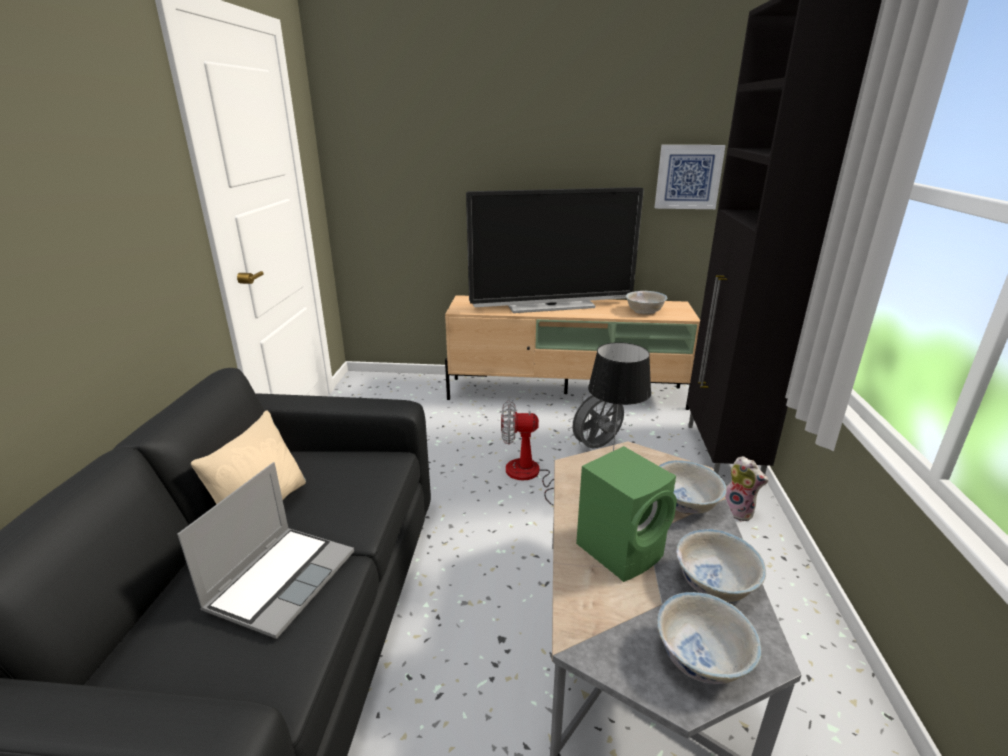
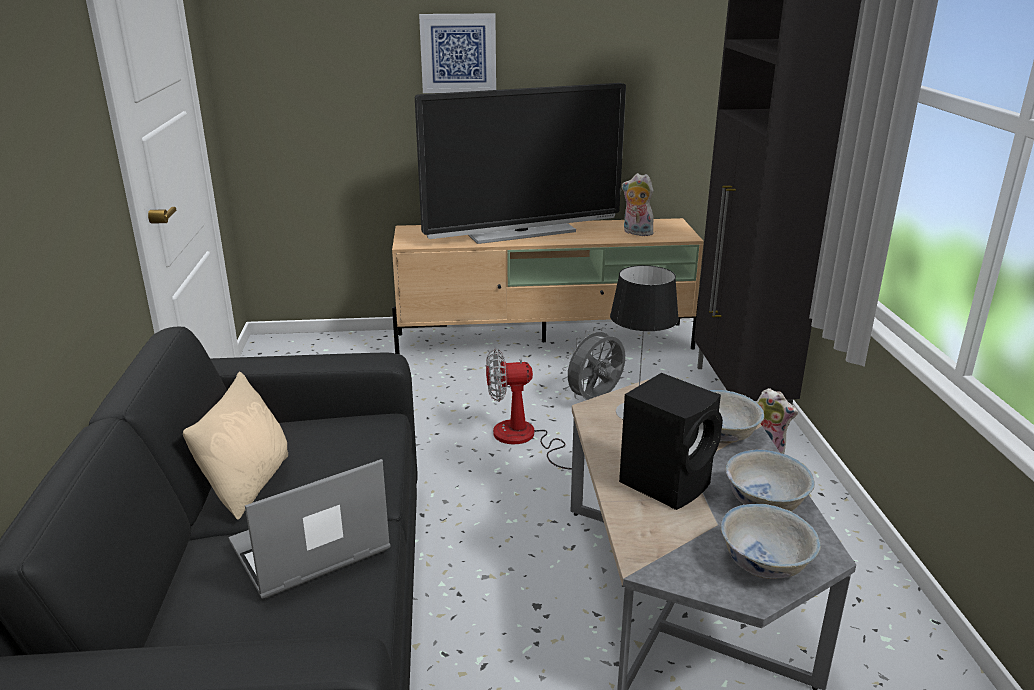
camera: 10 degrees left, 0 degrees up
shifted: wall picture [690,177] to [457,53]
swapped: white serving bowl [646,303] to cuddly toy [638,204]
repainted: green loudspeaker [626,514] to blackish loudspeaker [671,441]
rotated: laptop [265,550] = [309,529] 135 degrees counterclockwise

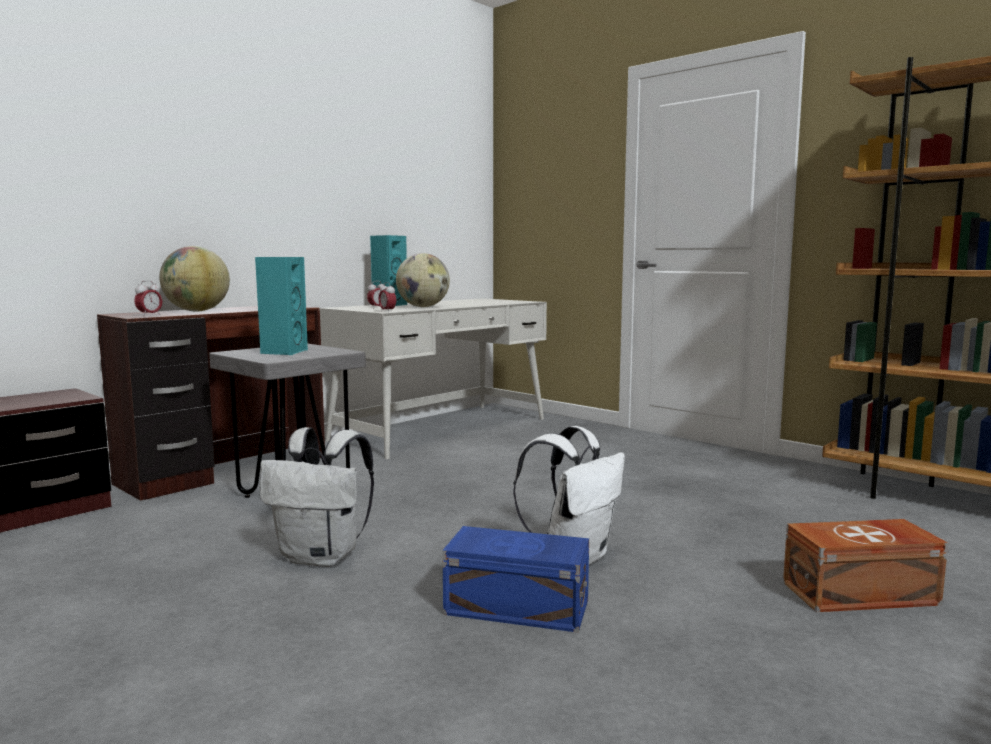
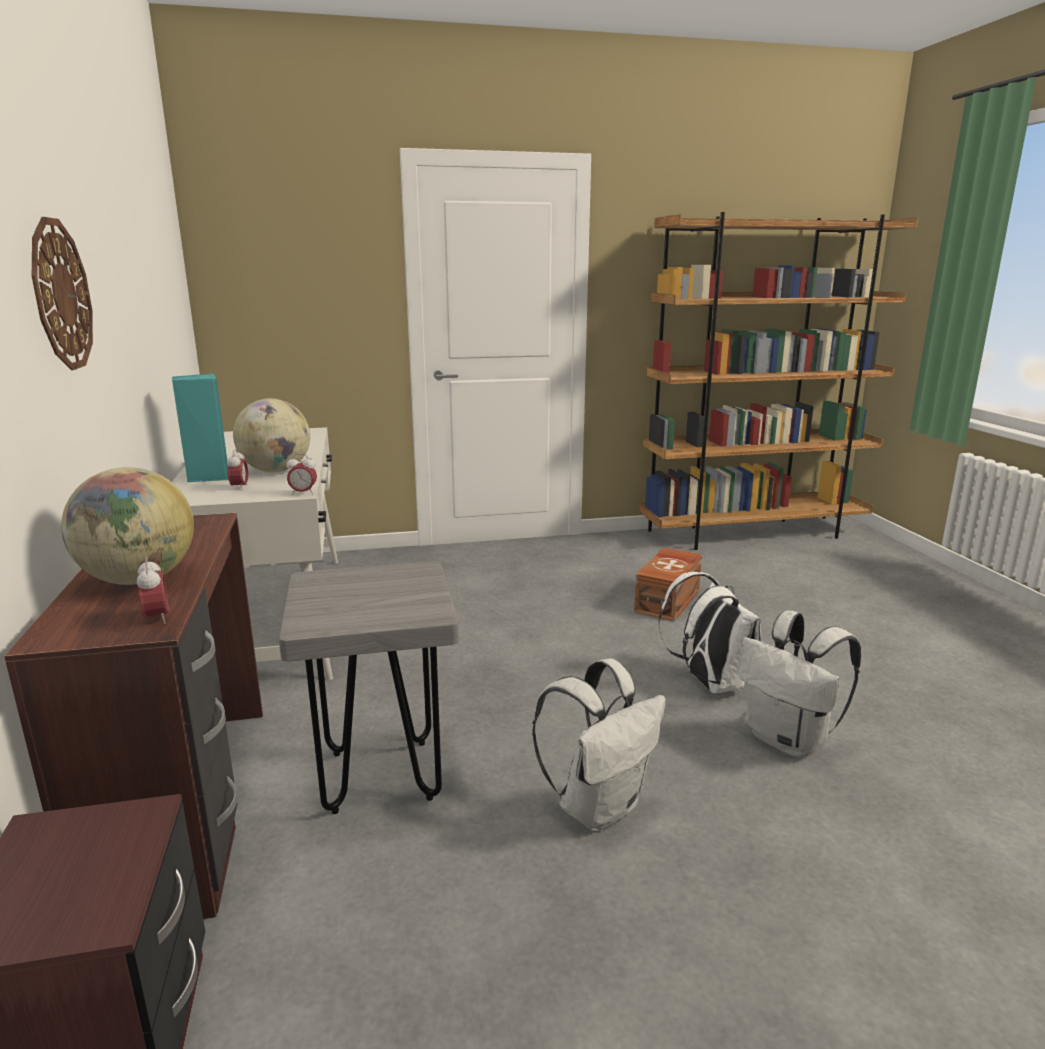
camera: 55 degrees left, 10 degrees up
gone: turquoise loudspeaker [281,306]
new: hanging clock [62,293]
shifted: brown storage container [865,565] to [668,584]
swapped: blue storage container [515,579] to white knapsack [799,684]

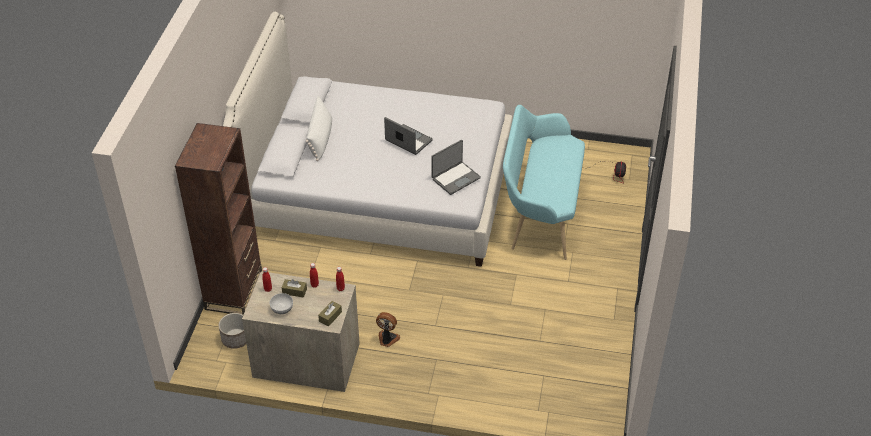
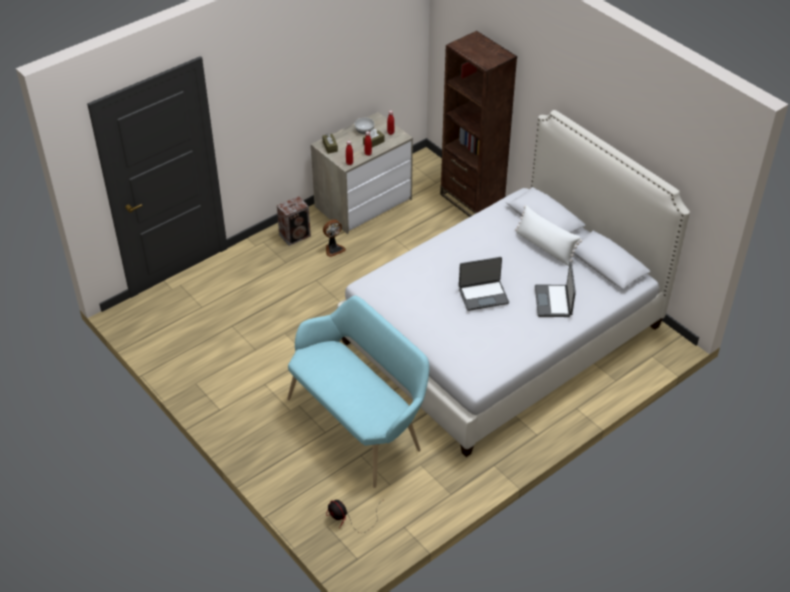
camera: 130 degrees right, 0 degrees up
gone: flower pot [232,331]
new: loudspeaker [294,221]
shifted: laptop [456,167] to [555,289]

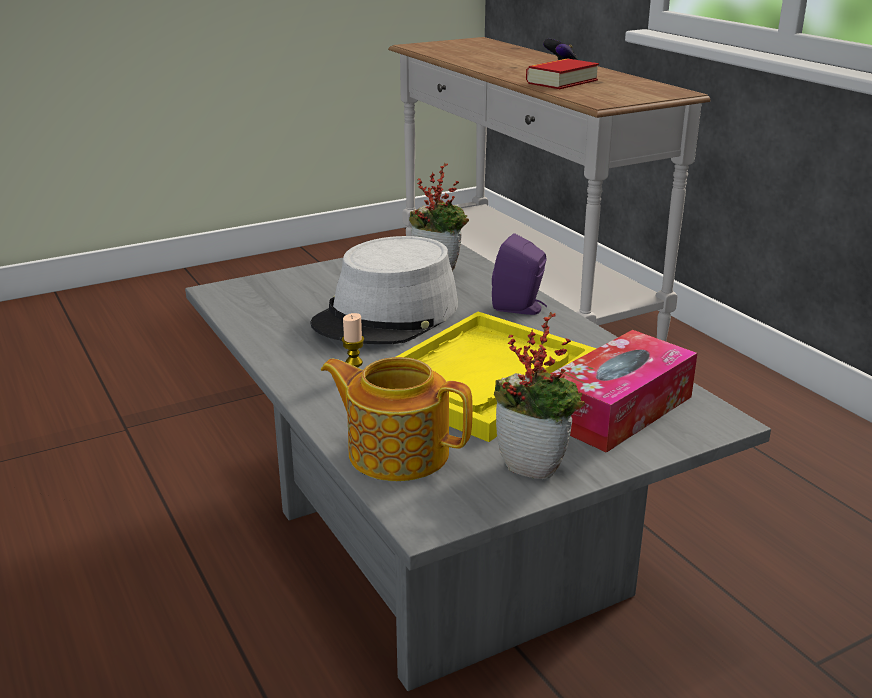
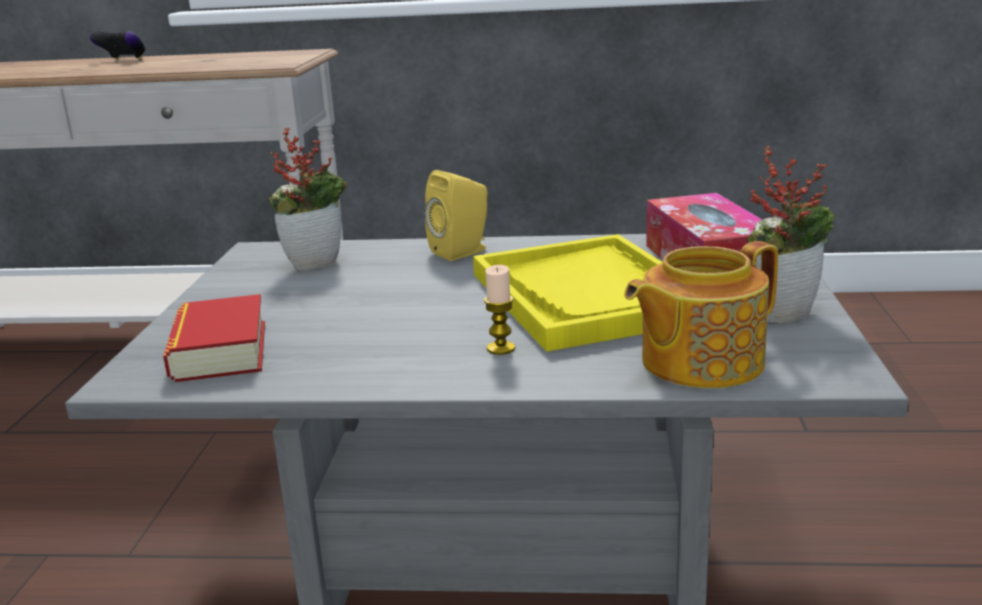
camera: 55 degrees left, 5 degrees down
gone: grey hat [384,290]
shifted: book [562,73] to [214,338]
repainted: purple-coloured loudspeaker [519,274] to yellow-coloured loudspeaker [456,215]

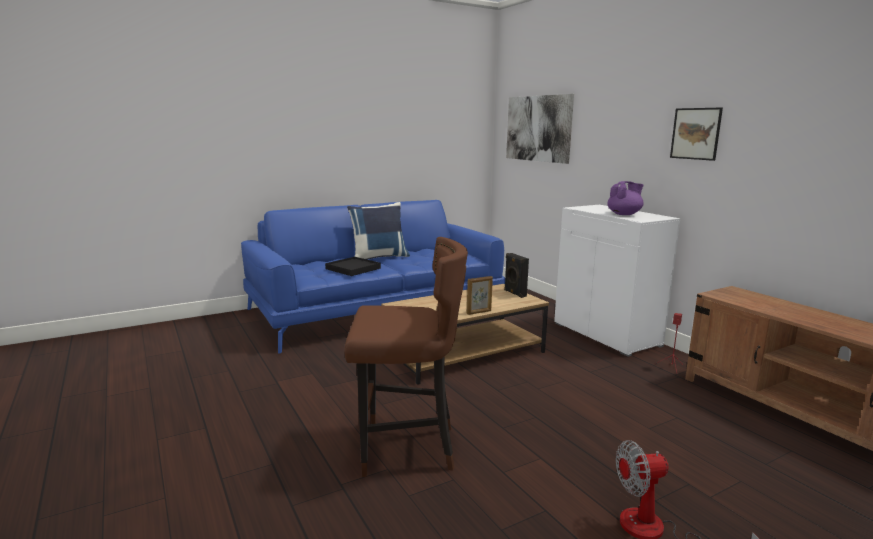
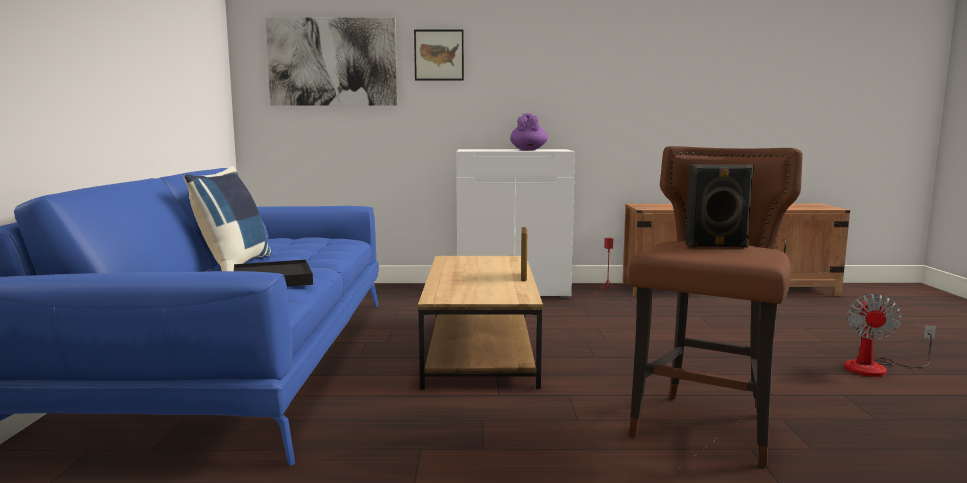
camera: 60 degrees left, 5 degrees down
shifted: wall picture [696,134] to [439,55]; blackish loudspeaker [516,275] to [719,206]

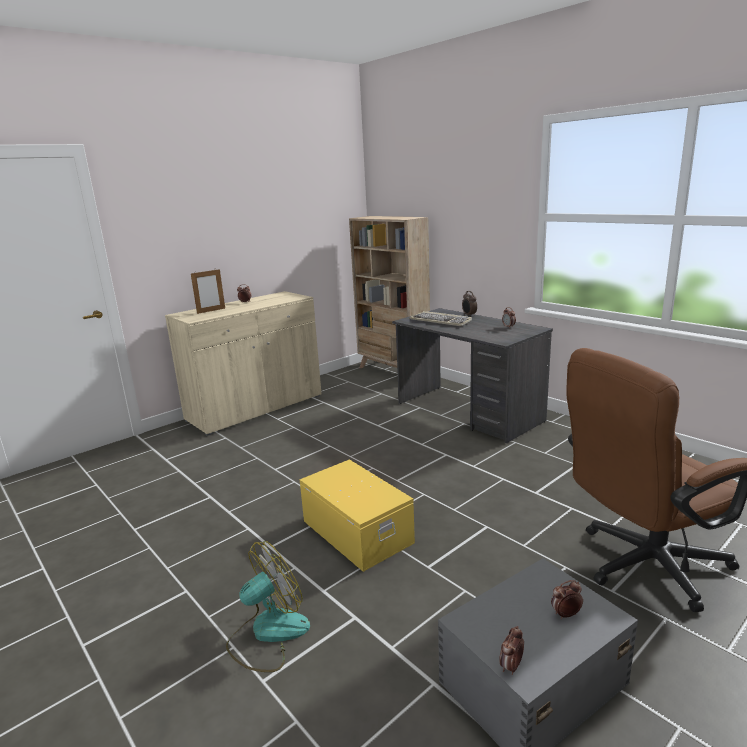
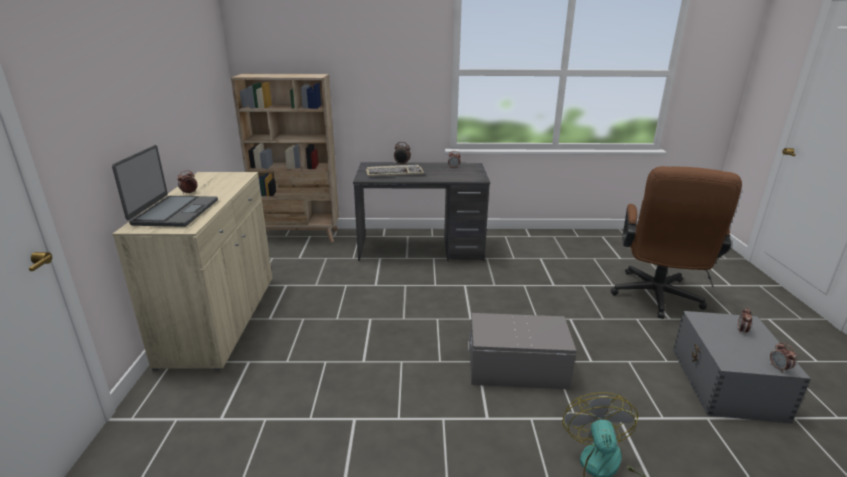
camera: 50 degrees left, 5 degrees up
swapped: picture frame [208,291] to laptop [165,186]
repainted: yellow-coloured storage container [357,515] to grey storage container [522,351]

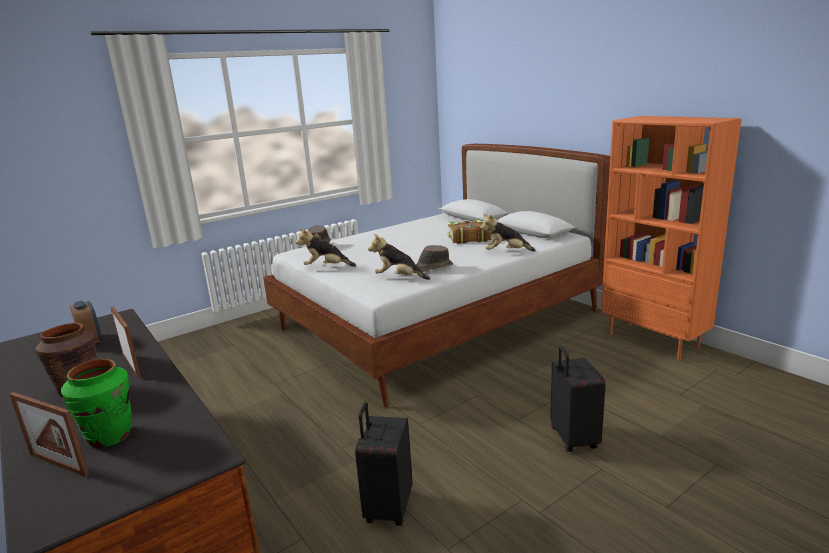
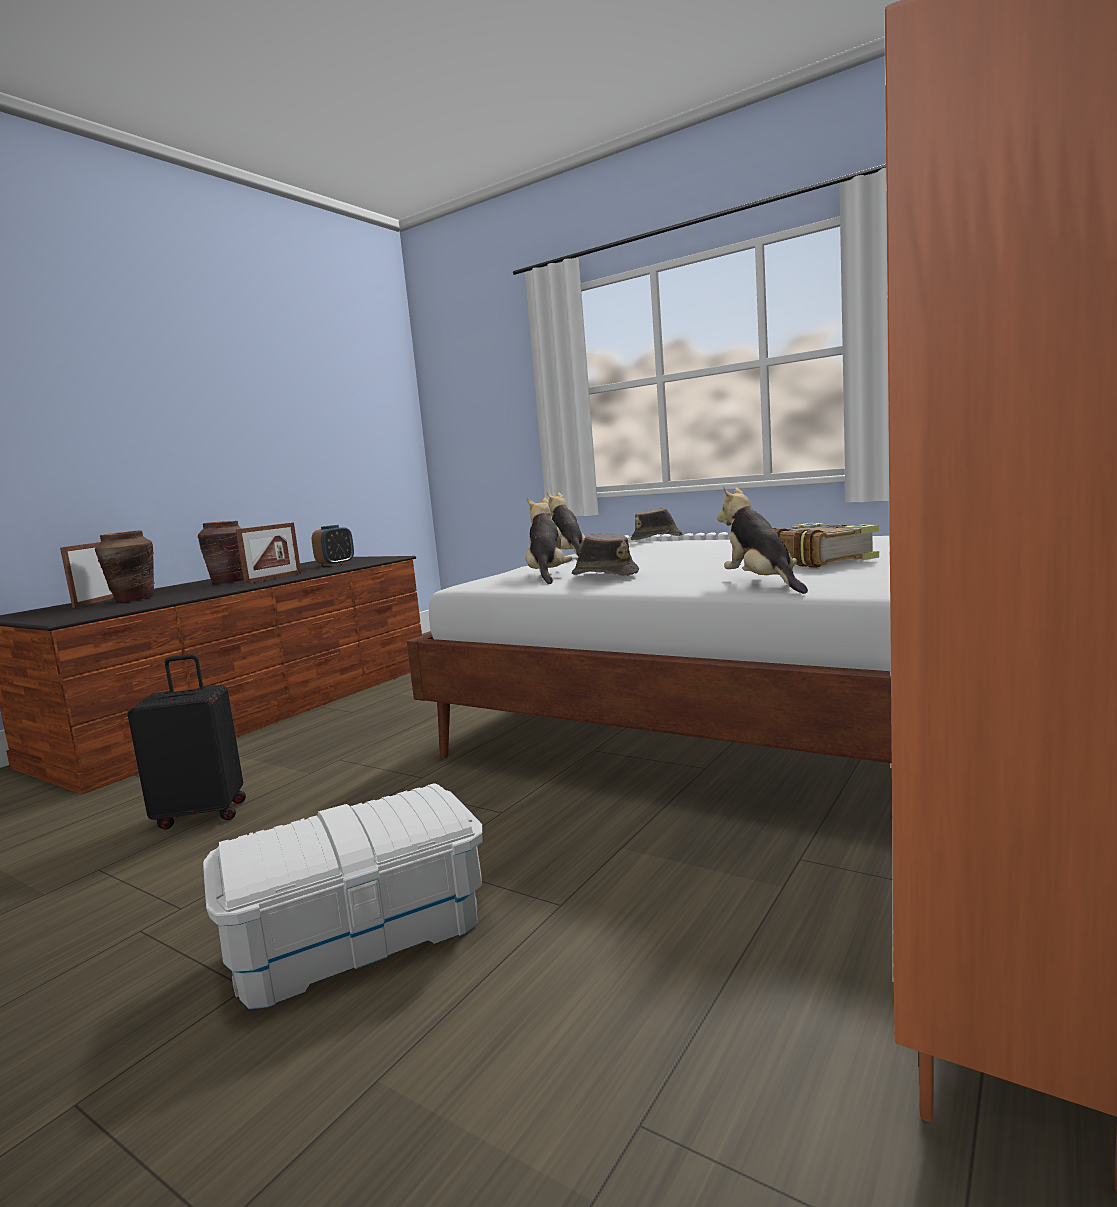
camera: 70 degrees right, 10 degrees down
swapped: blackish travel case [578,399] to white storage container [343,896]
repainted: green decorative vase [96,403] to brown decorative vase [124,566]

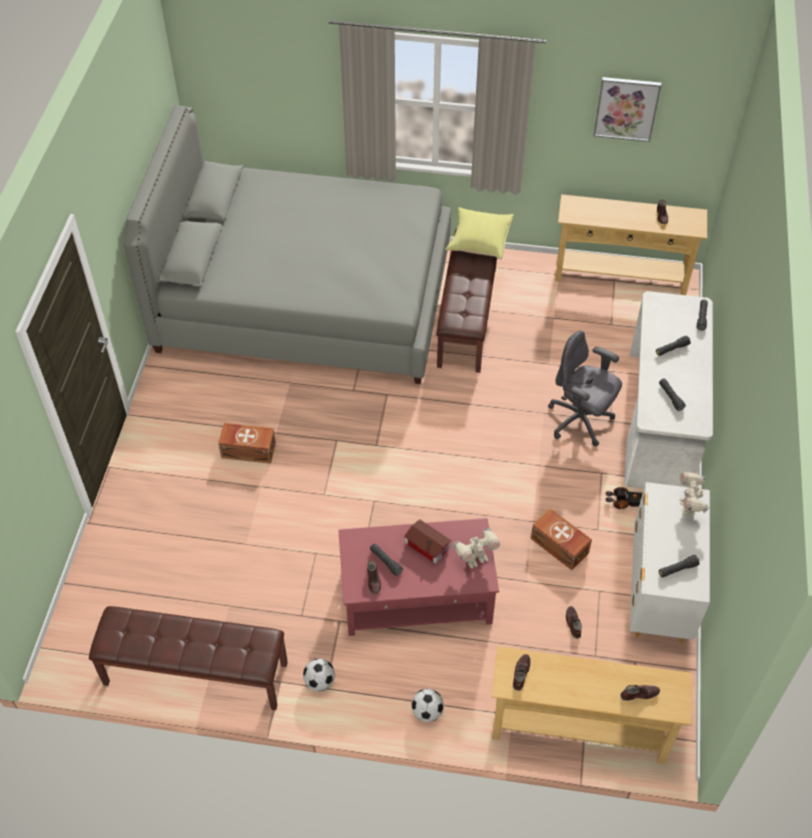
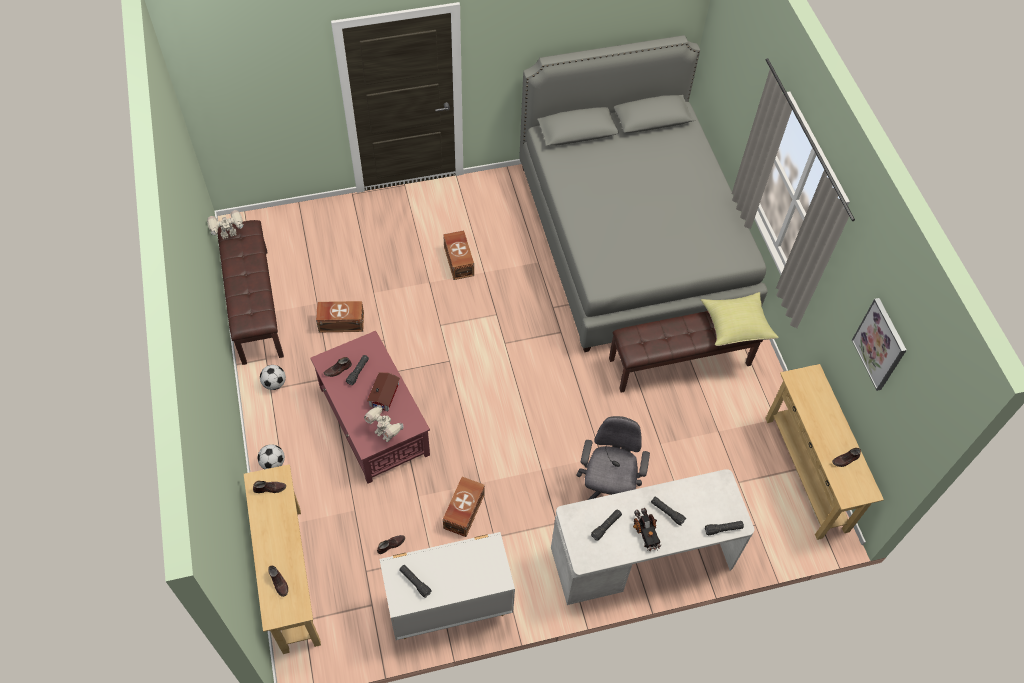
camera: 65 degrees right, 5 degrees up
new: brown storage container [340,316]
shifted: model robot [694,494] to [225,224]; model truck [624,498] to [647,529]

